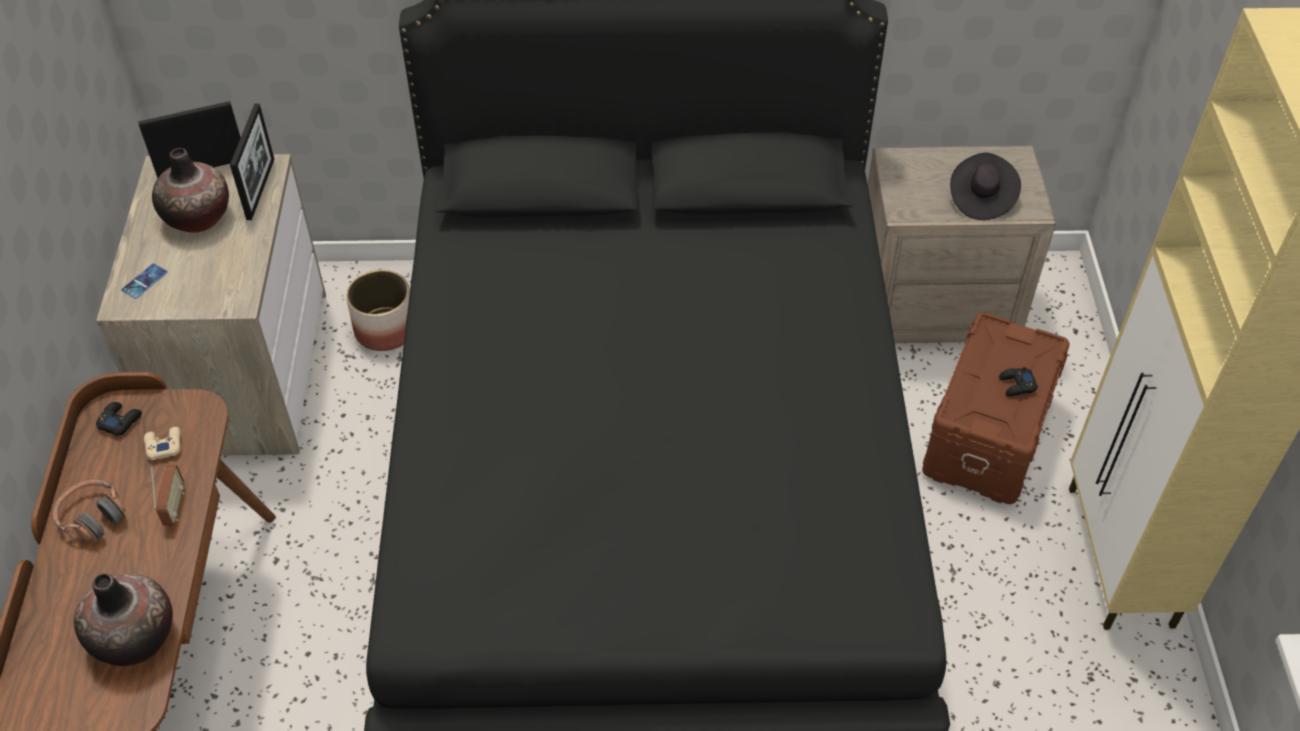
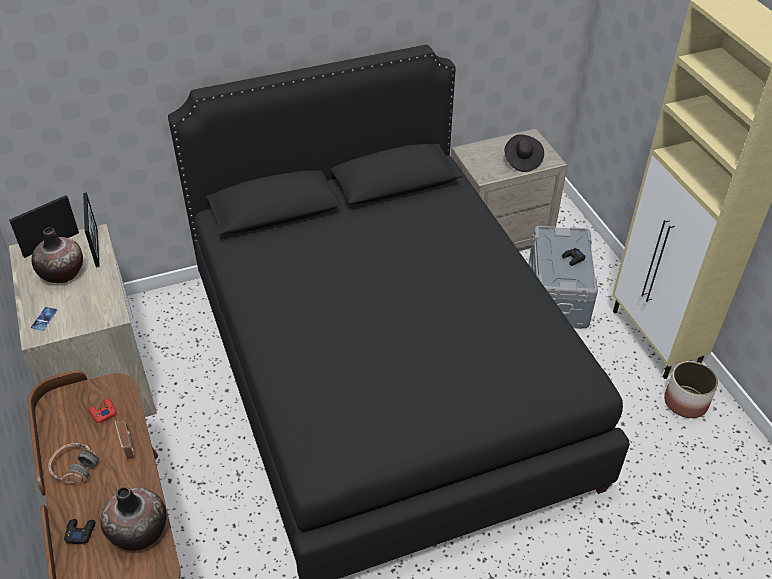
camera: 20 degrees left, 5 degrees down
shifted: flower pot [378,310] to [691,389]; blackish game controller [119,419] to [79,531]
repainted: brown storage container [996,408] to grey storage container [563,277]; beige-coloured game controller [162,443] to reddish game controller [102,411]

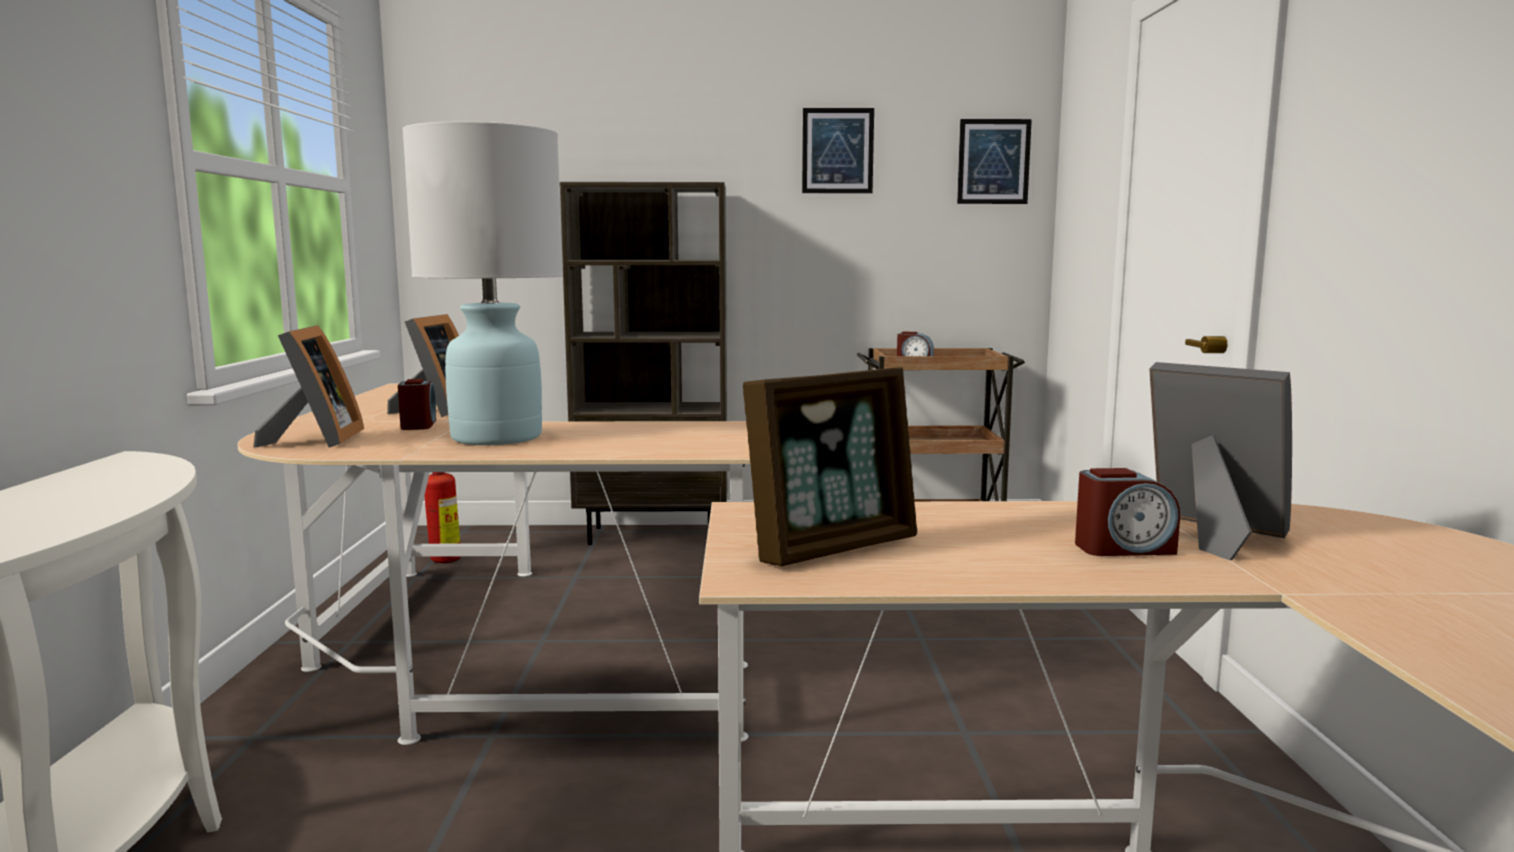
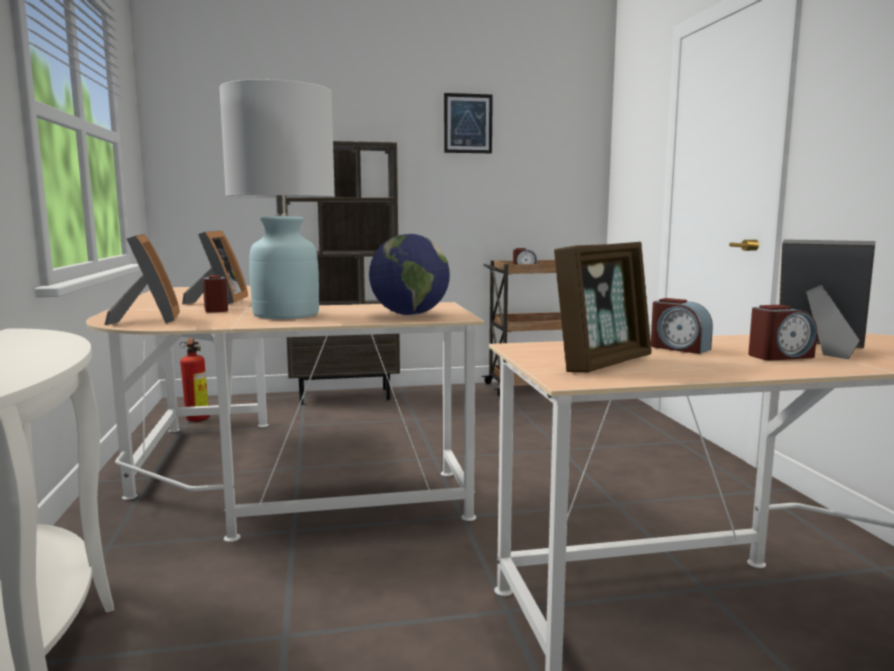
camera: 10 degrees left, 0 degrees up
gone: wall picture [994,161]
new: globe [409,274]; bedside clock [682,326]

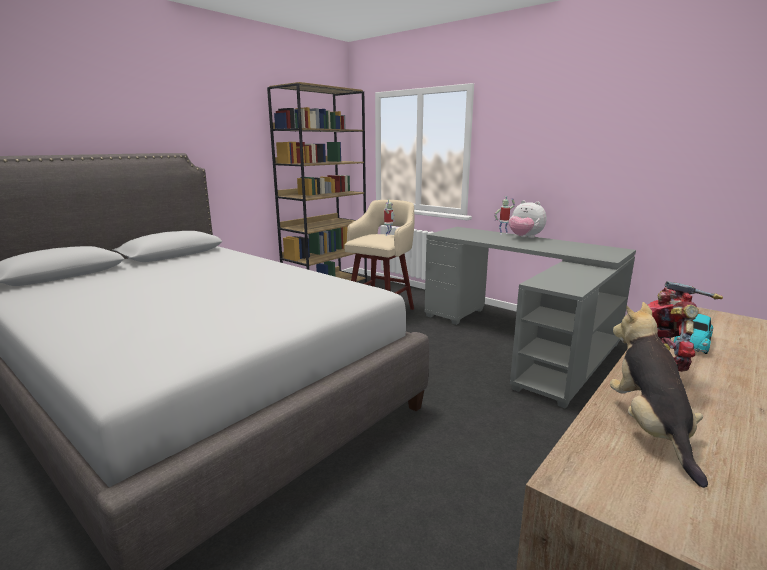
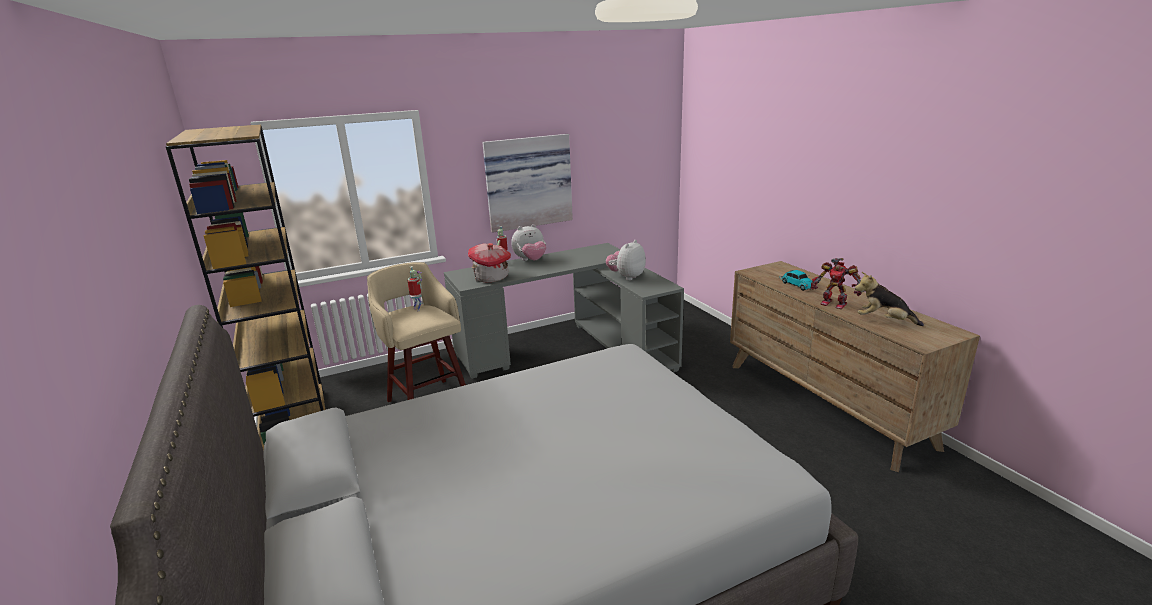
camera: 65 degrees left, 5 degrees up
new: wall picture [527,183]; cuddly toy [626,260]; toy house [489,262]

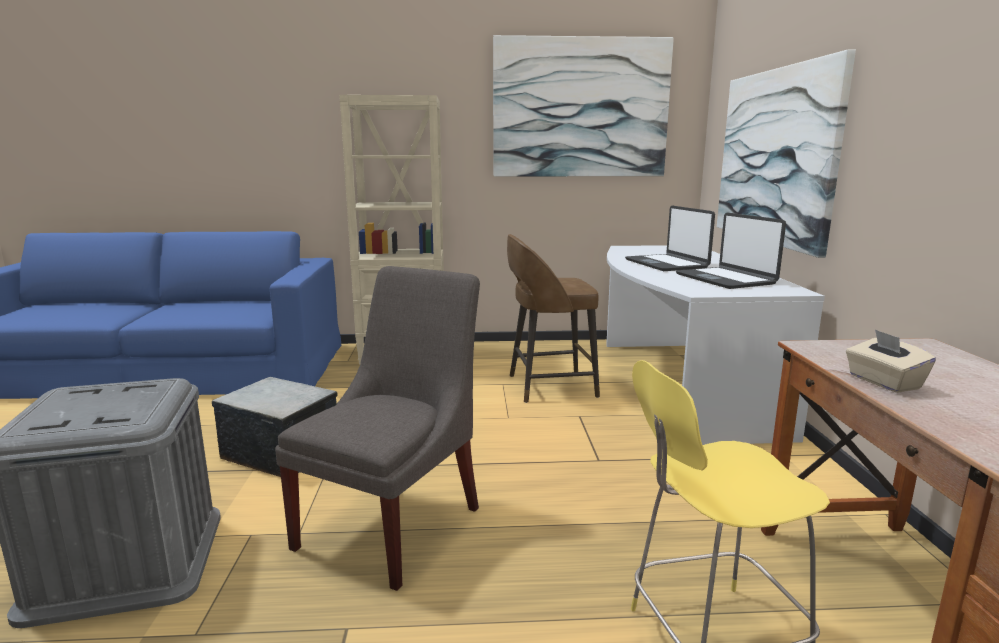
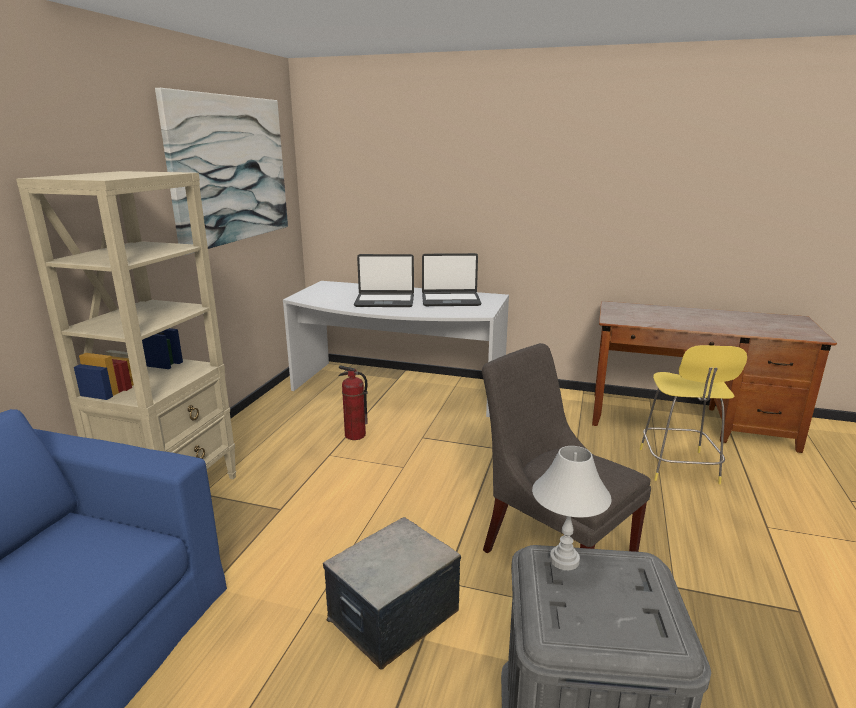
camera: 70 degrees left, 5 degrees up
gone: wall picture [786,153]; beige-coloured tissue holder [891,361]
new: white table lamp [572,508]
swapped: brown stool seat [553,318] to extinguisher [353,403]

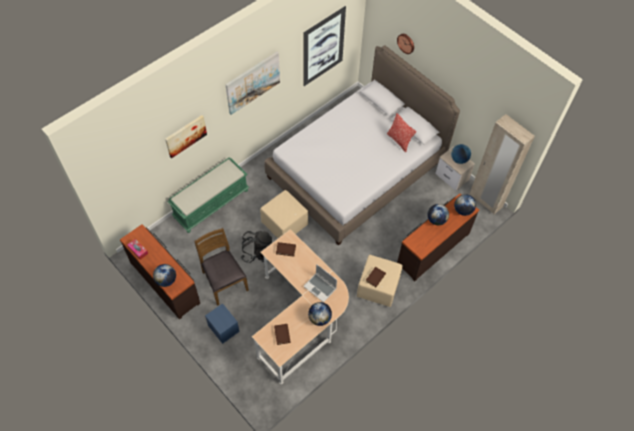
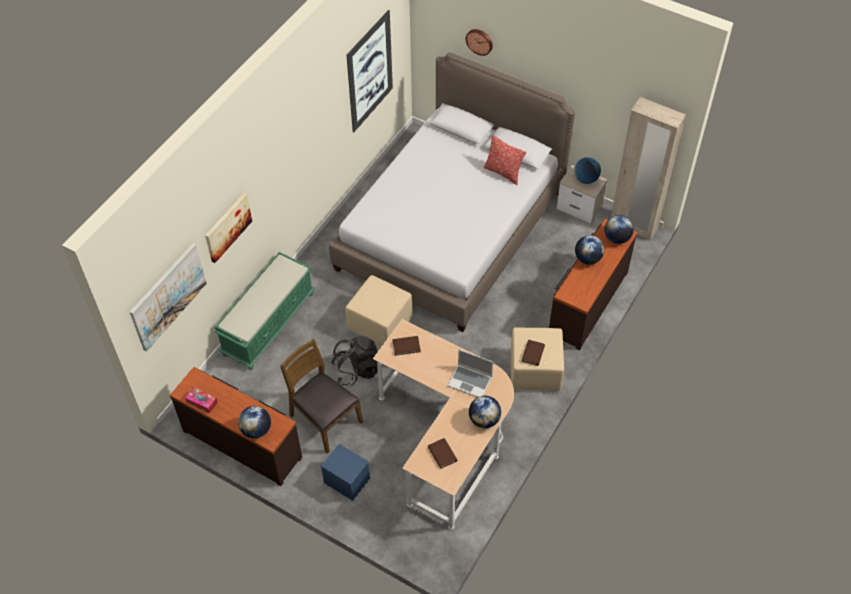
camera: 15 degrees left, 5 degrees down
shifted: wall picture [253,83] to [168,297]

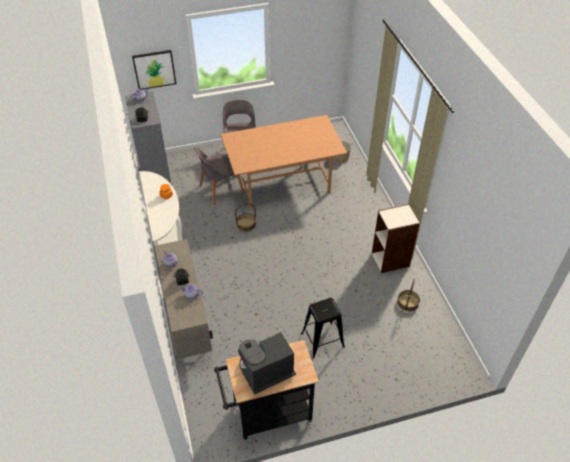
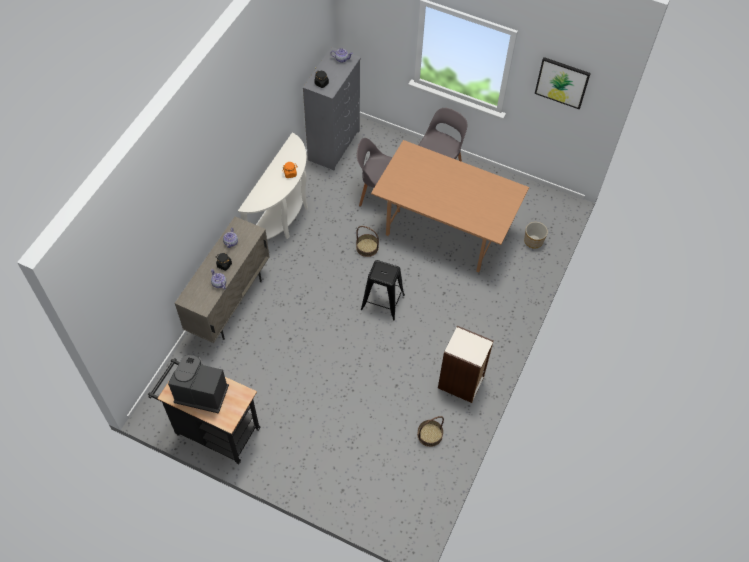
camera: 40 degrees right, 10 degrees up
shifted: wall picture [154,70] to [563,83]; blackish stool seat [323,328] to [383,290]

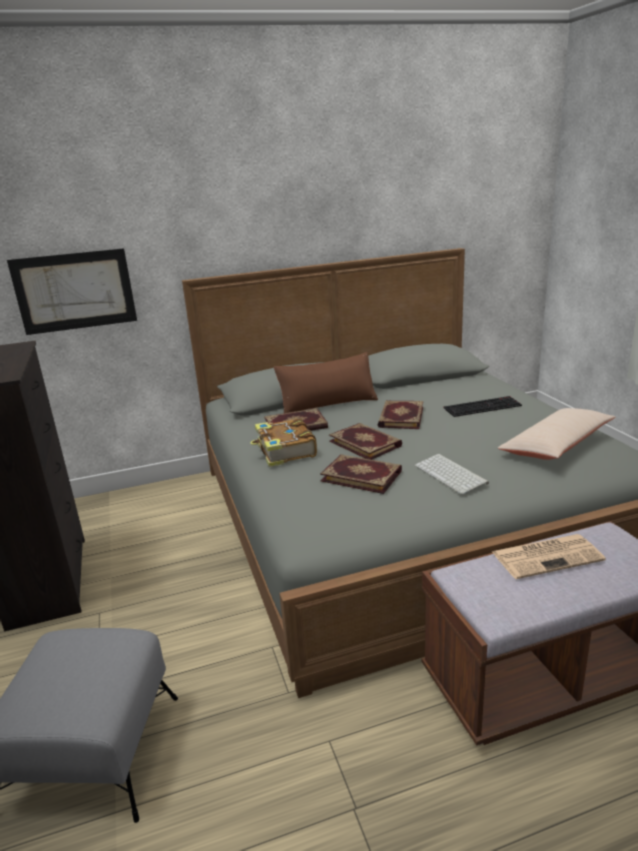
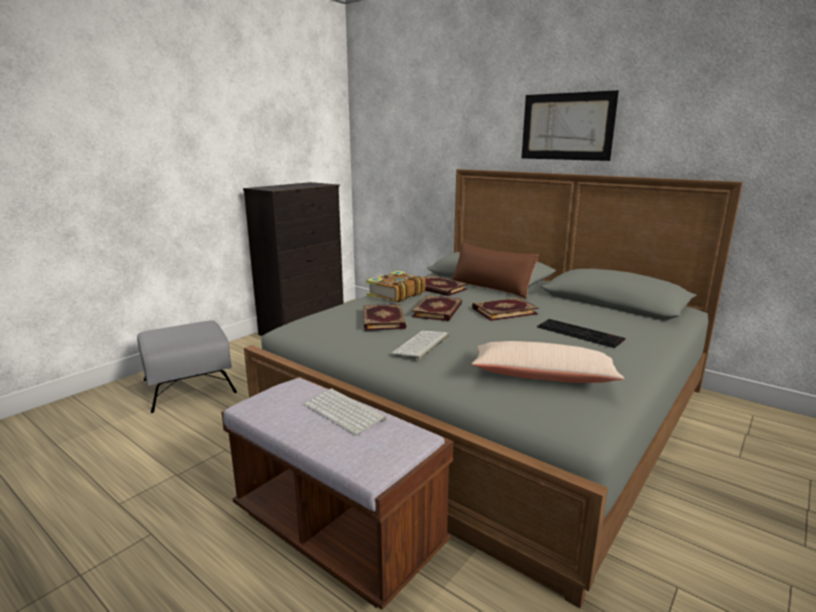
camera: 55 degrees right, 5 degrees down
shifted: wall picture [72,291] to [570,125]
swapped: newspaper [549,556] to PC keyboard [345,412]

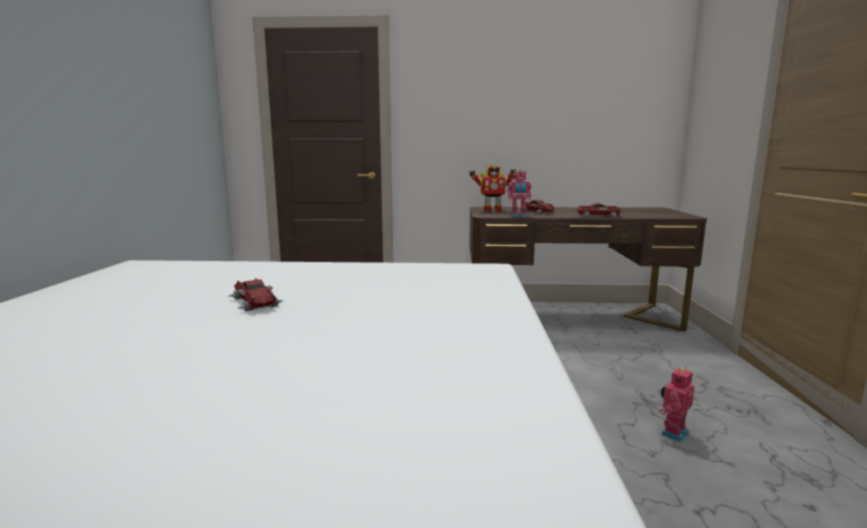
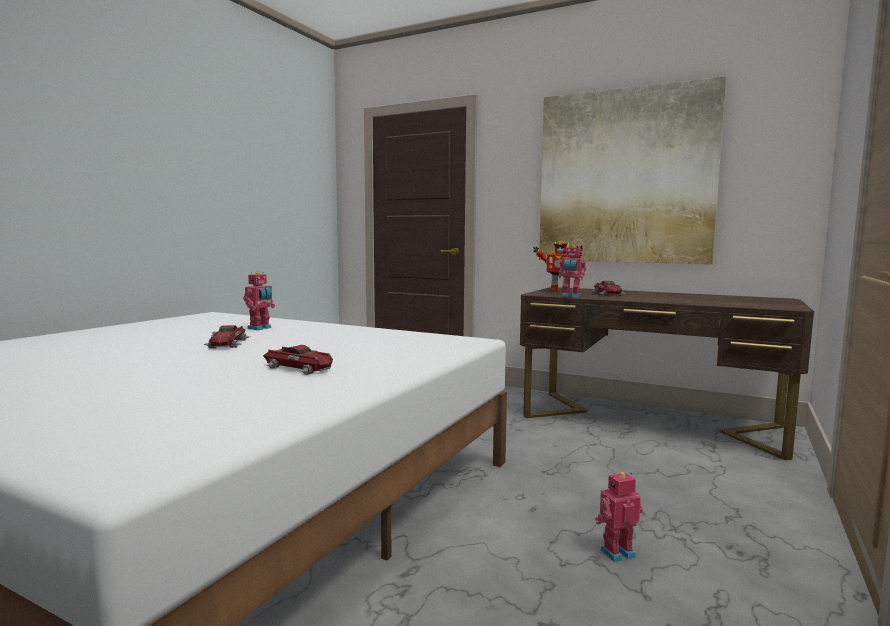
camera: 25 degrees right, 5 degrees down
new: wall picture [632,170]; model robot [259,300]
shifted: miniature car [598,210] to [298,360]

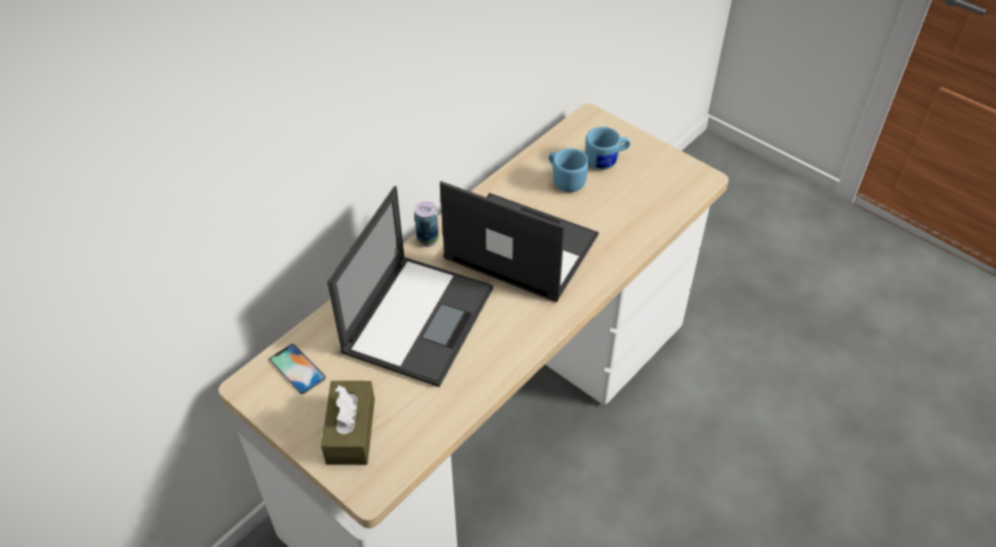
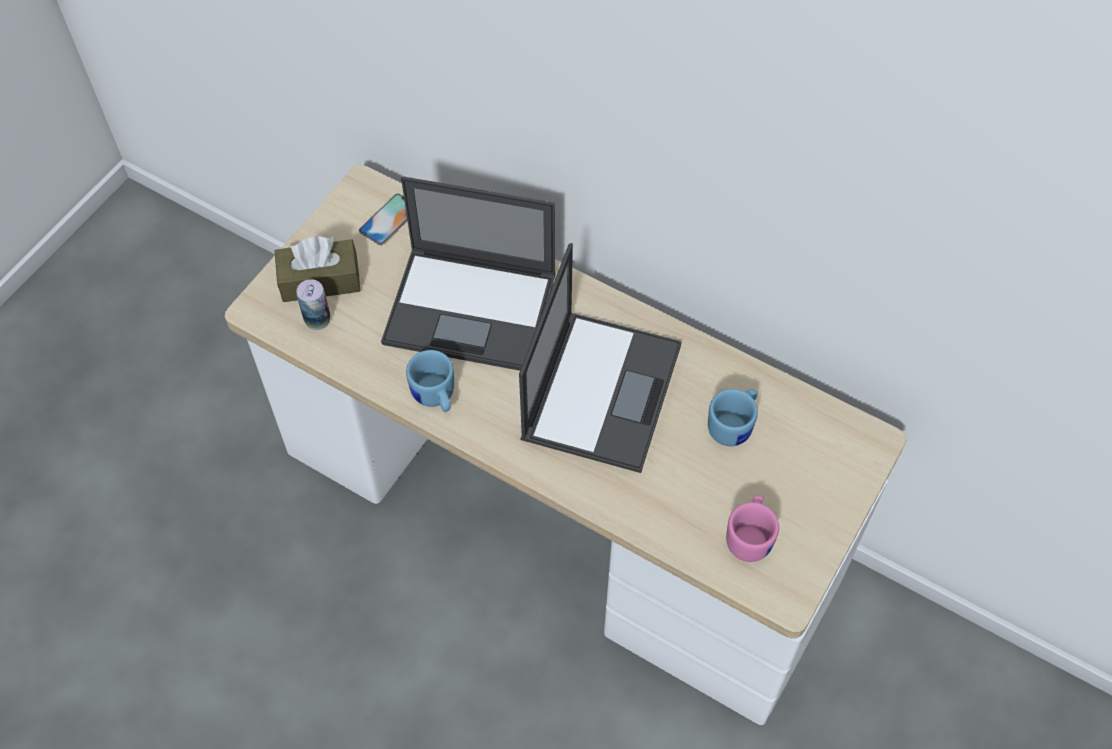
camera: 80 degrees right, 10 degrees up
new: pink-coloured tea mug [752,528]
shifted: blue tea mug [607,148] to [430,381]; metal can [426,224] to [313,304]

